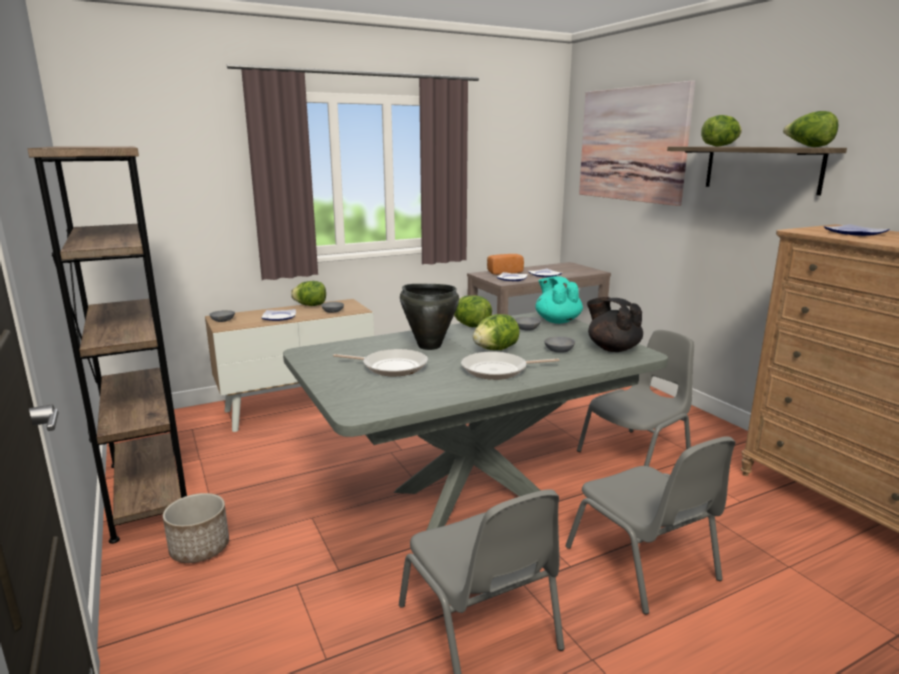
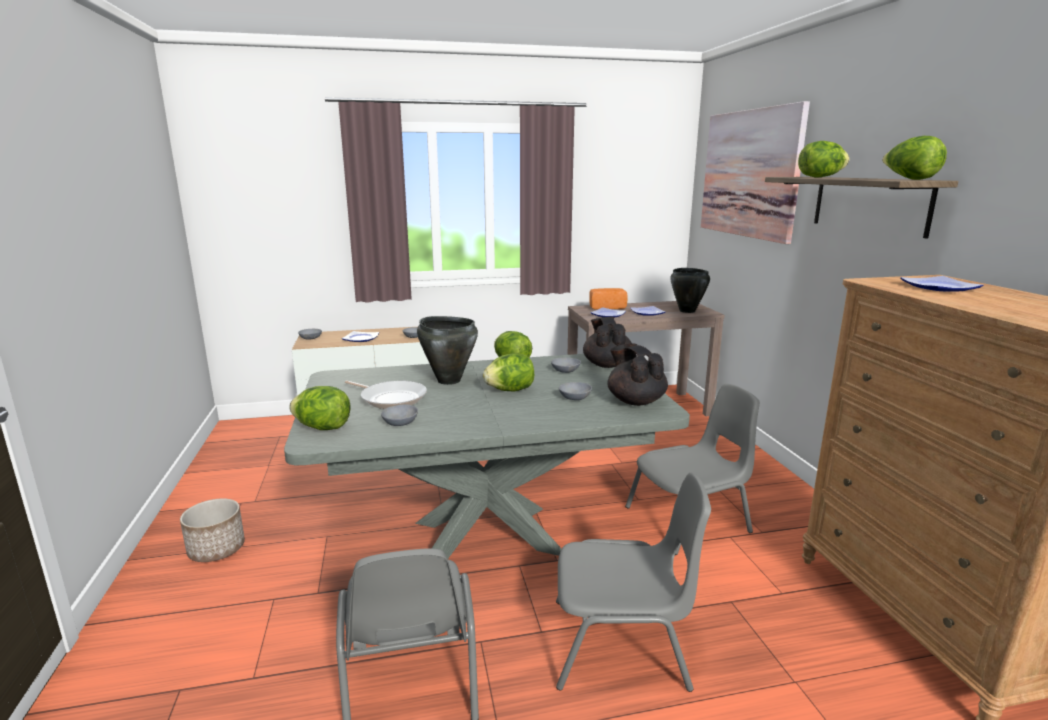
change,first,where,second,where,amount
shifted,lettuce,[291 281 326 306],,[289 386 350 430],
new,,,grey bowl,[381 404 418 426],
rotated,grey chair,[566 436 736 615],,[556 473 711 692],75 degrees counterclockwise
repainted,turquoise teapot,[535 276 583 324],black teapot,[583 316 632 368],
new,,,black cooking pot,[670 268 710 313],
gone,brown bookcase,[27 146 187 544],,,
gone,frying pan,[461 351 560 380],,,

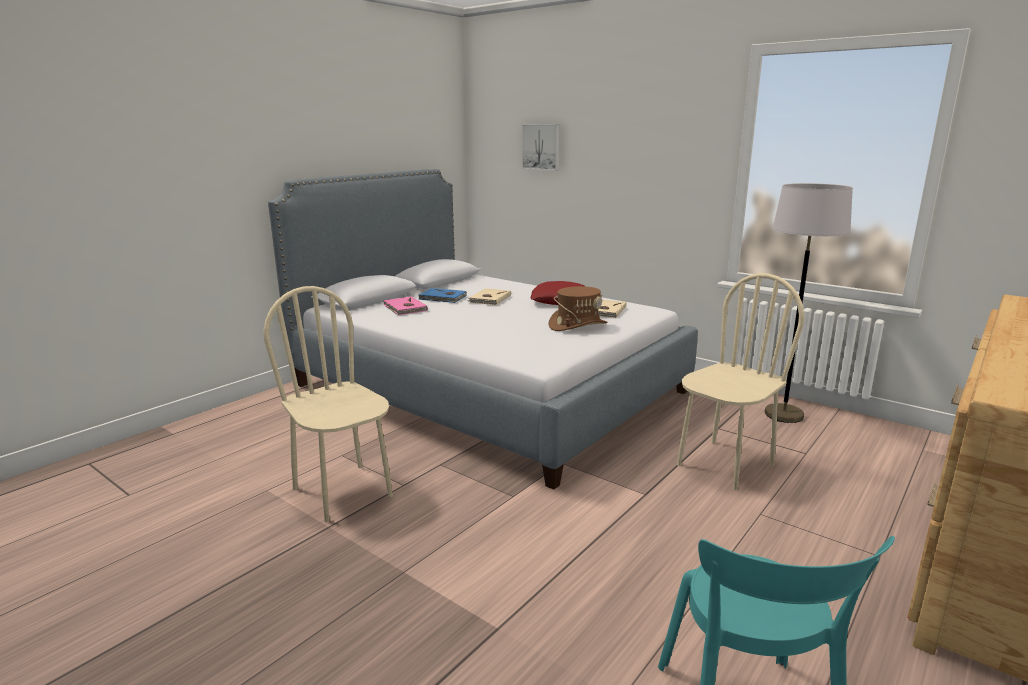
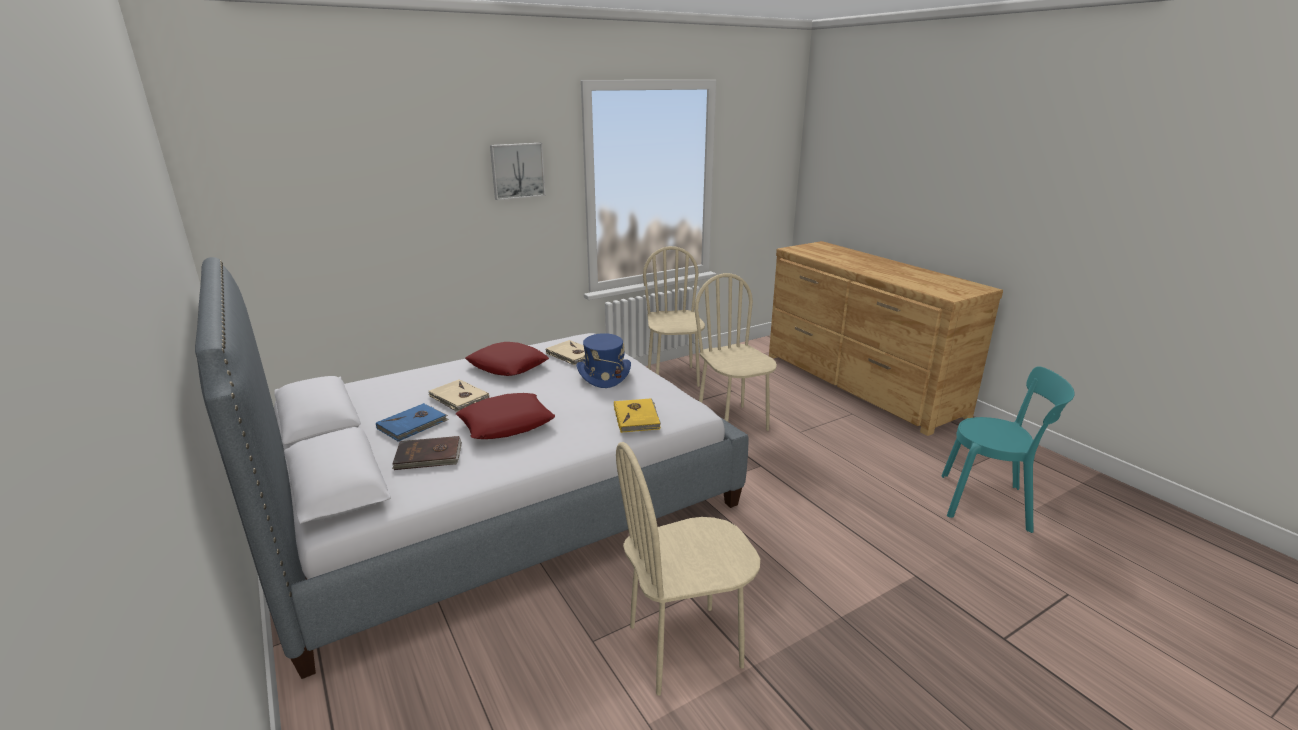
change,first,where,second,where,amount
repainted,pink book,[383 297 428 315],brown book,[392 436 462 470],
new,,,red pillow,[456 393 555 439],
shifted,picture,[521 124 560 171],,[490 143 545 200],
repainted,brown hat,[549 286 608 331],blue hat,[577 333 631 388],
new,,,yellow book,[614 398 661 433],
swapped,grey floor lamp,[764 183 853 423],beige chair,[643 246 705 387],

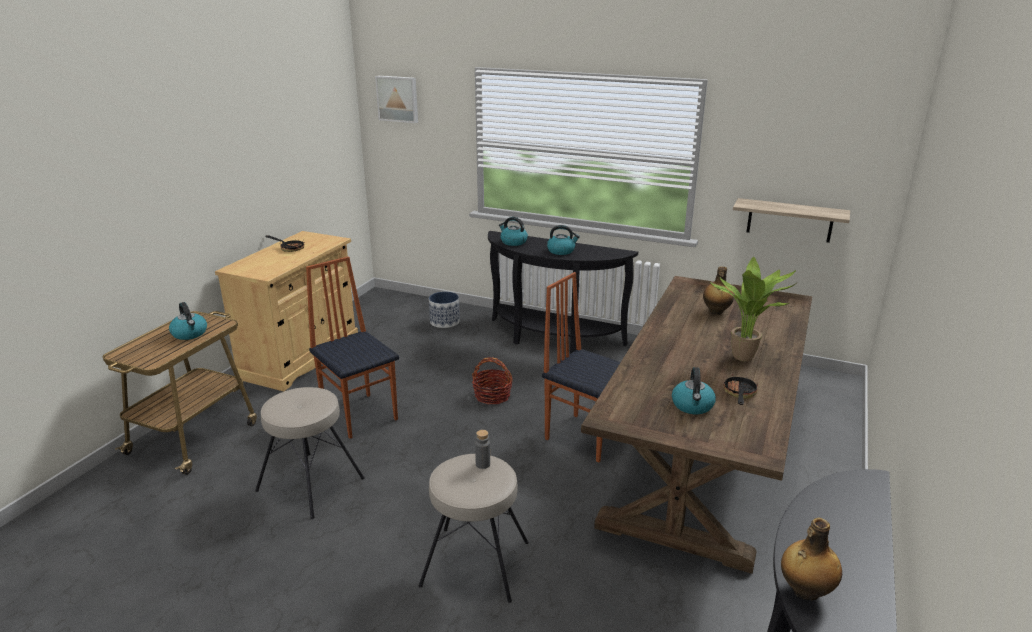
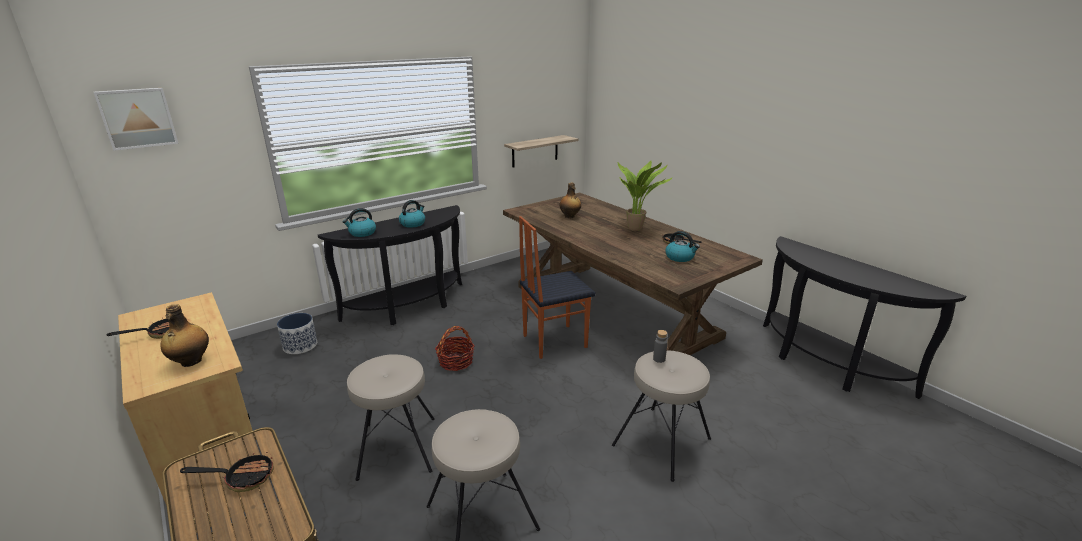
change,first,where,second,where,amount
shifted,bottle,[781 518 842 600],,[160 304 209 367],
swapped,kettle,[169 302 207 340],frying pan,[180 452 274 492],
swapped,chair,[306 256 399 439],beige stool,[347 354 435 481],

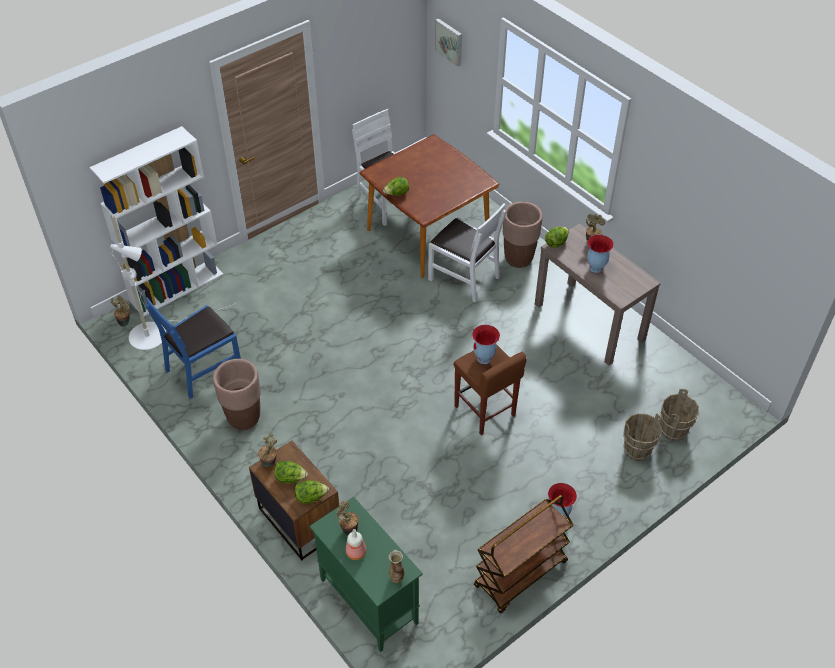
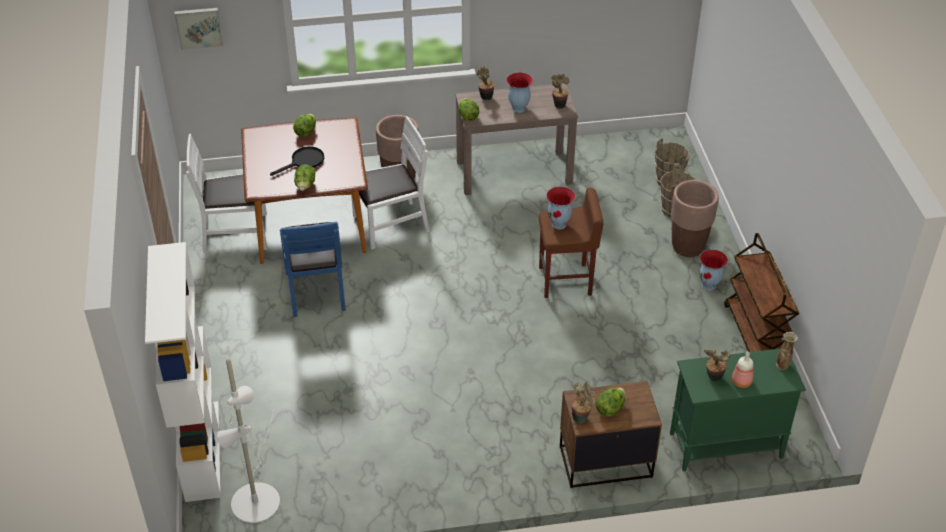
change,first,where,second,where,amount
new,,,black frying pan,[270 146 324 176],
shifted,blue chair,[146 297 241 399],,[280 221 346 317],
shifted,lettuce,[295 480 329 504],,[293 114 316 137],
shifted,potted plant,[111 295 130 327],,[551 73 569 109],
shifted,brown planter,[213 359 261 430],,[671 180 719 257],

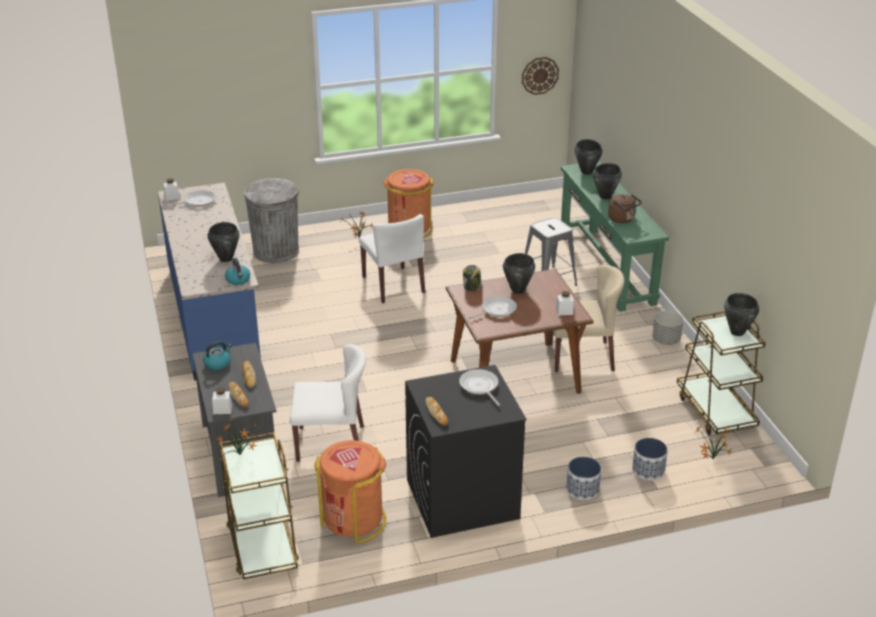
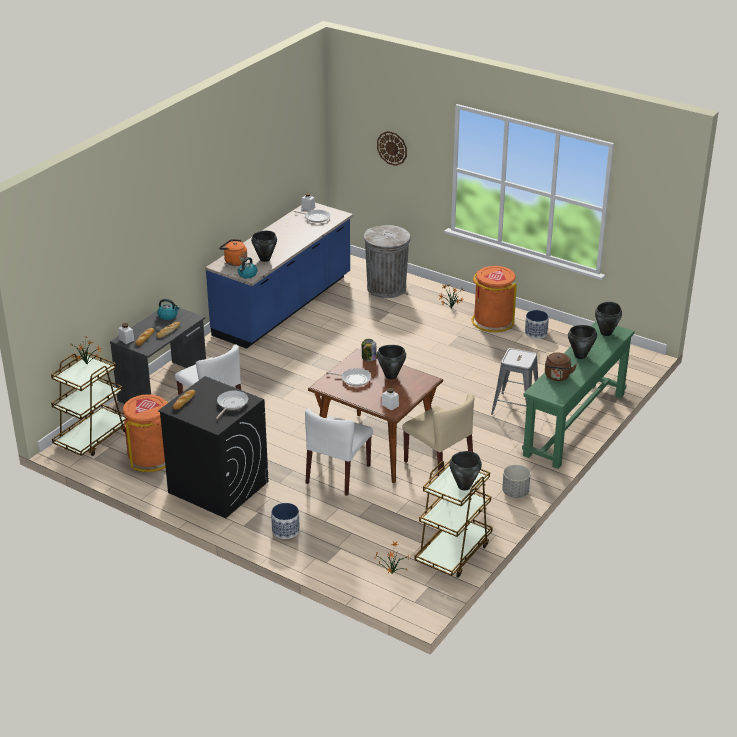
change,first,where,second,where,amount
new,,,orange kettle,[219 239 247 266],
shifted,white chair,[359 214 425 303],,[305 408 373 496],
shifted,wall clock,[522 57 559 95],,[377 131 407 166],
shifted,planter,[632 438 668 480],,[525 310 549 339],

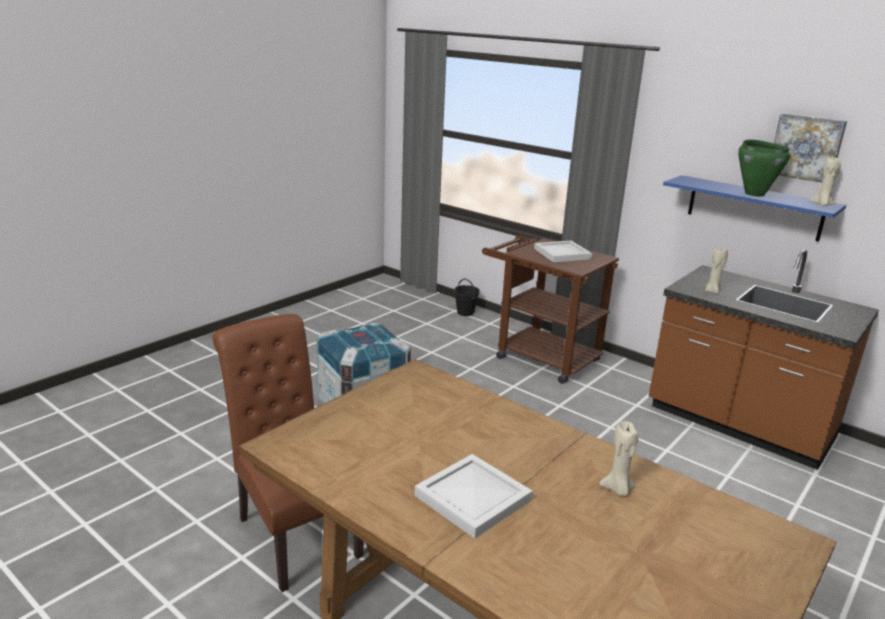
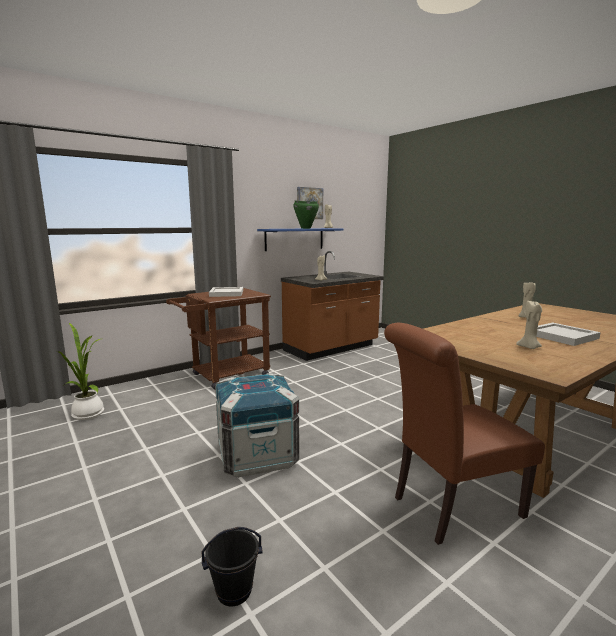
change,first,where,second,where,amount
new,,,potted plant,[57 323 104 420],
shifted,black bucket,[454 278 479 316],,[201 527 263 606],
new,,,beige candle,[516 301 542 349],

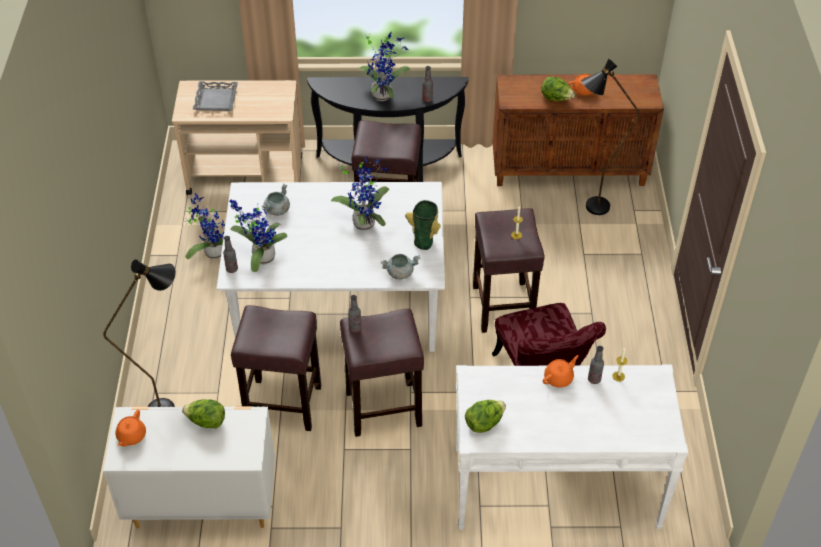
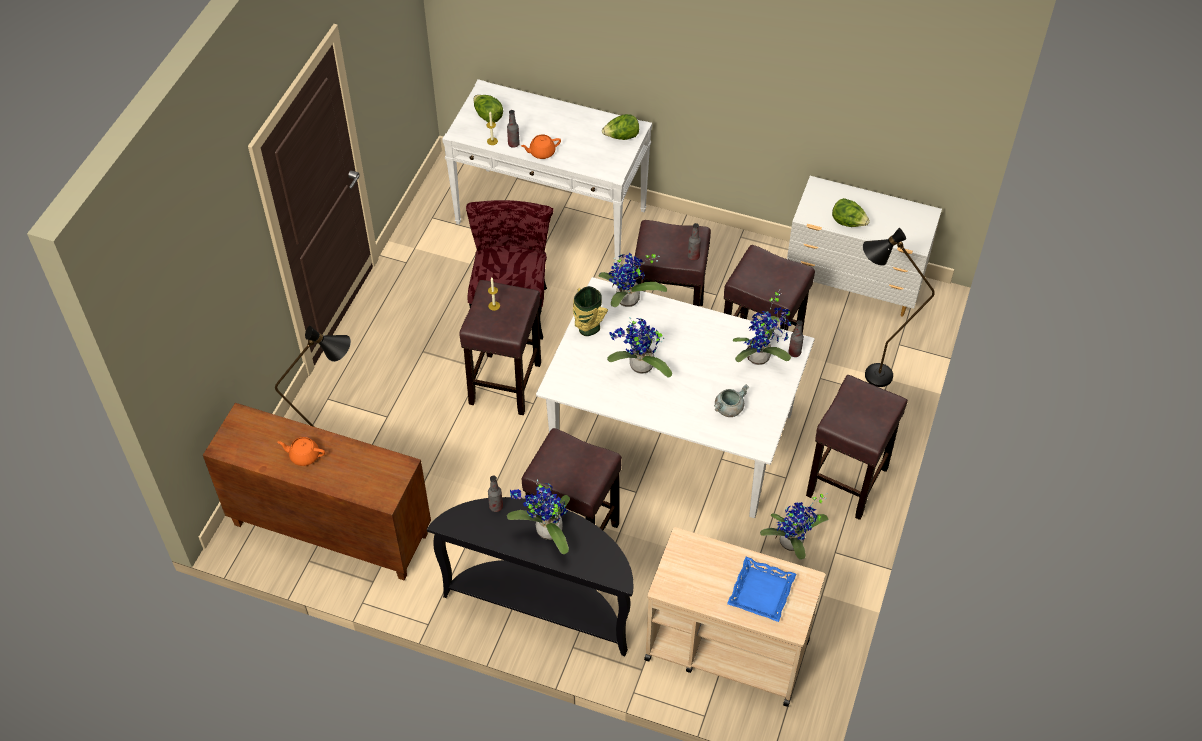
change,first,where,second,where,amount
shifted,lettuce,[542 76 575 101],,[473 95 503 123],
swapped,grey cooking pot,[381 254 420 280],potted plant,[598 253 667 307],
repainted,grey tray,[193 81 238 111],blue tray,[727 557 796 622],
new,,,brown stool,[806 375 908 520],
gone,orange teapot,[116 410 146 447],,,

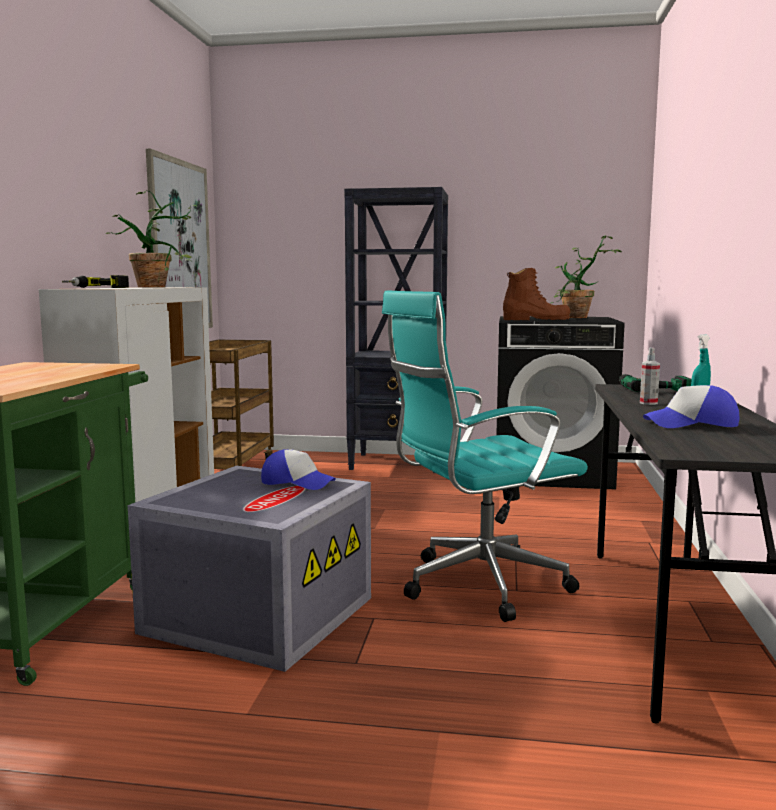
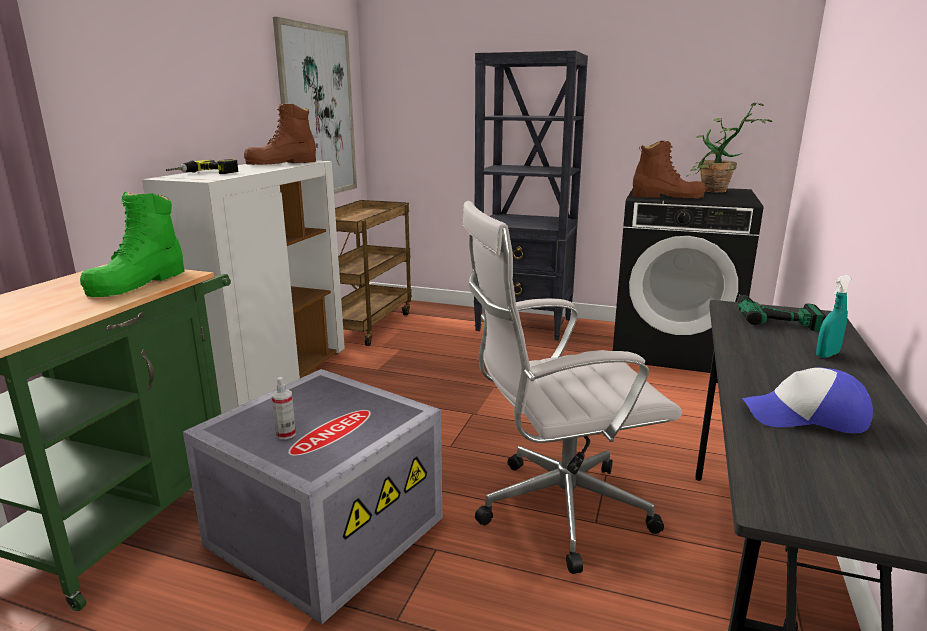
change,first,where,second,where,amount
new,,,green boot,[80 191 184 297],
swapped,potted plant,[106 191 198 287],brown boot,[244 104 316 165],
shifted,spray bottle,[640 348 660 405],,[272 377 296 440],
repainted,turquoise office chair,[382 291 588 622],white office chair,[462 201 682 574],
gone,cap,[261 449 336 490],,,

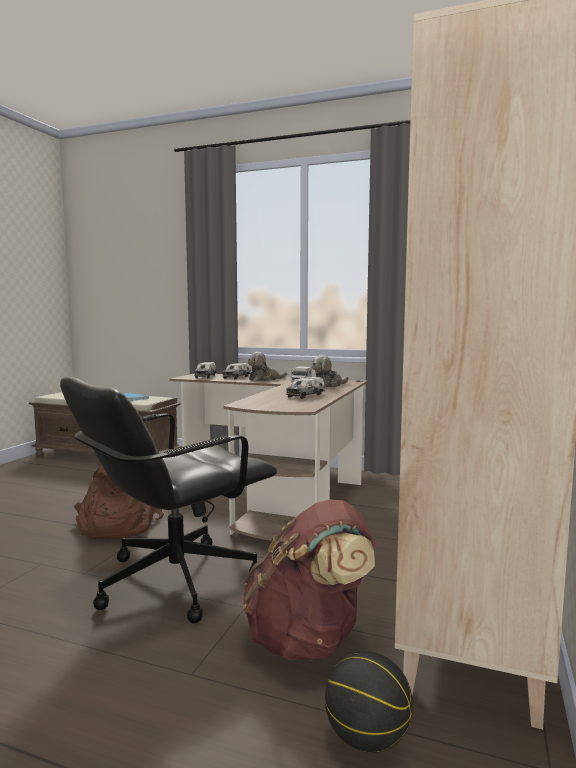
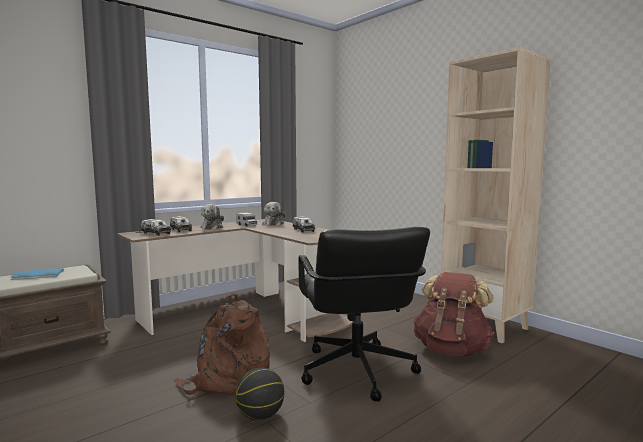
change,first,where,second,where,amount
shifted,basketball,[325 651 413 753],,[235 367 284 420],

